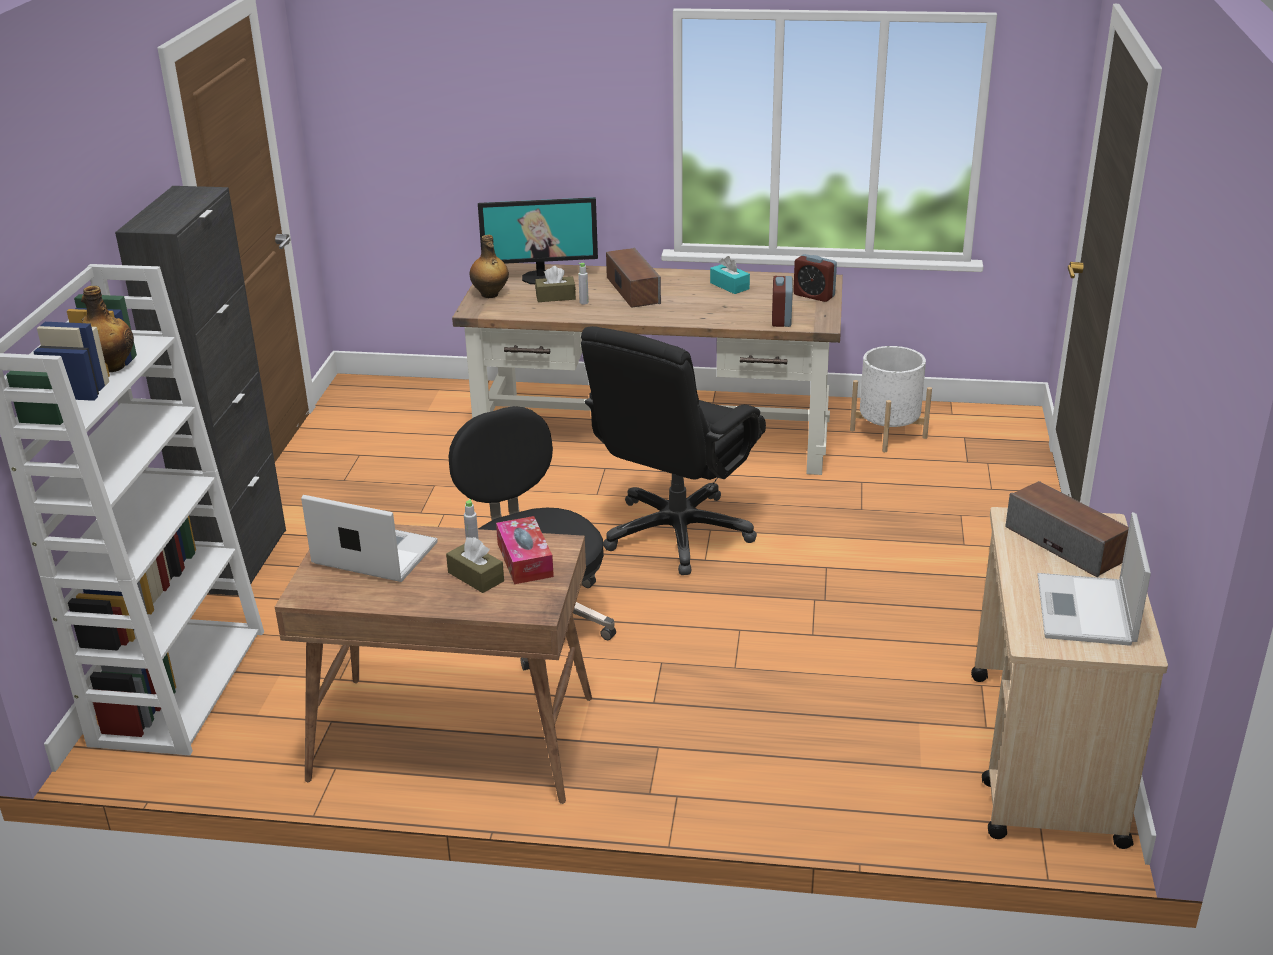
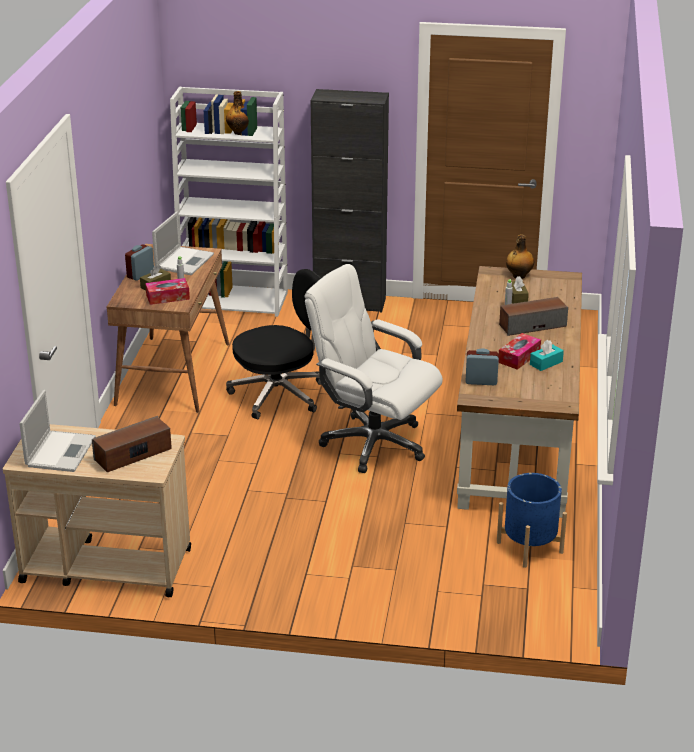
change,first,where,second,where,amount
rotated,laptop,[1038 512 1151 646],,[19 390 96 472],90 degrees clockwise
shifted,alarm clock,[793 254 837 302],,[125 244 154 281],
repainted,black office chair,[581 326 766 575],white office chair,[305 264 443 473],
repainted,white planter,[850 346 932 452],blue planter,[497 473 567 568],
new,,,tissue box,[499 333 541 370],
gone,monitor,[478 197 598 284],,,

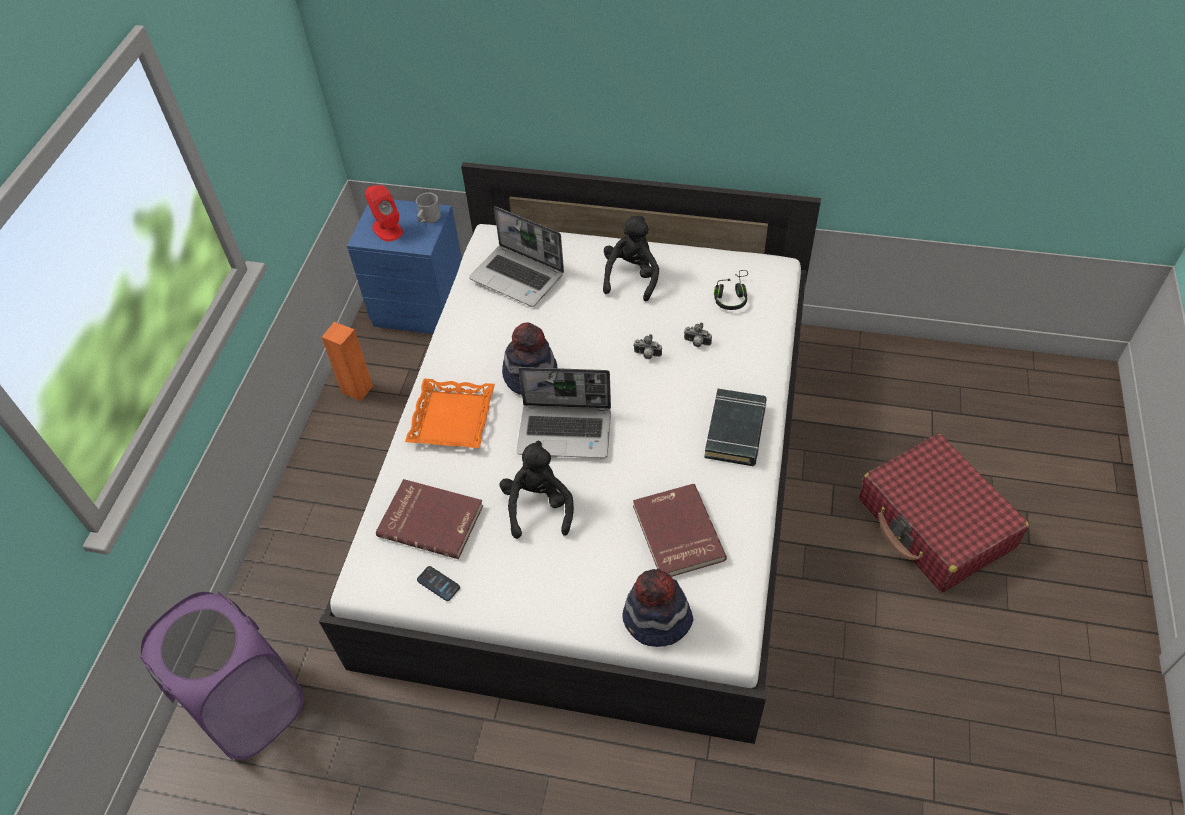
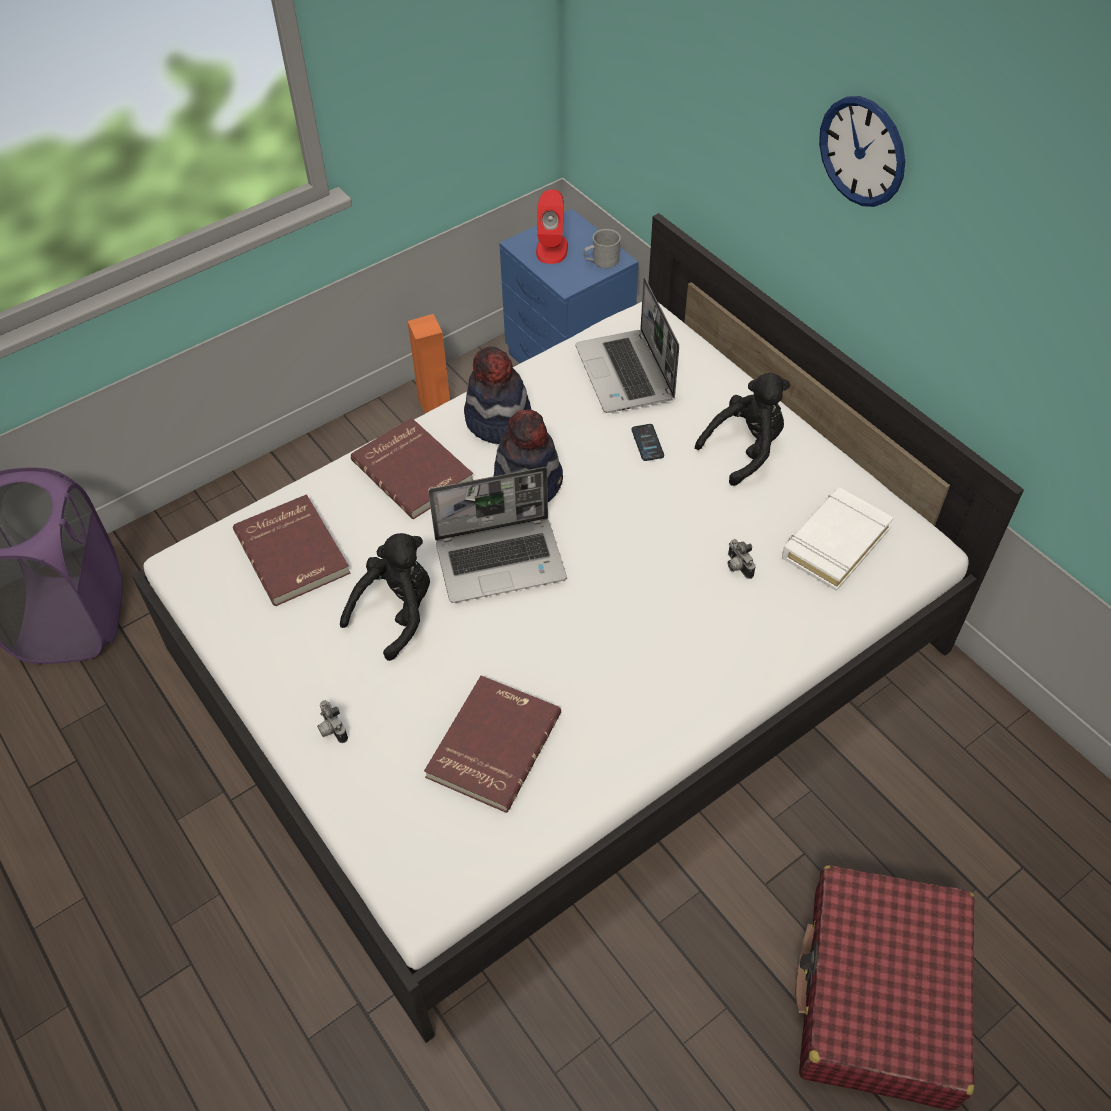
change,first,where,second,where,amount
shifted,photo camera,[633 334 662 359],,[317 700 348 743],
swapped,orange tray,[405 379 495 448],red book,[351 418 473 519],
rotated,laptop,[517 367 611 458],,[428 467 567 603],60 degrees counterclockwise
shifted,hat,[622 569 693 647],,[464 347 531 444],
shifted,phone,[417 566 460 601],,[632 424 664 461],
swapped,black headphones,[714 270 748 310],white book,[782 488 894 591],
new,,,wall clock,[819 96 905 207],
gone,black book,[704 389 766 466],,,

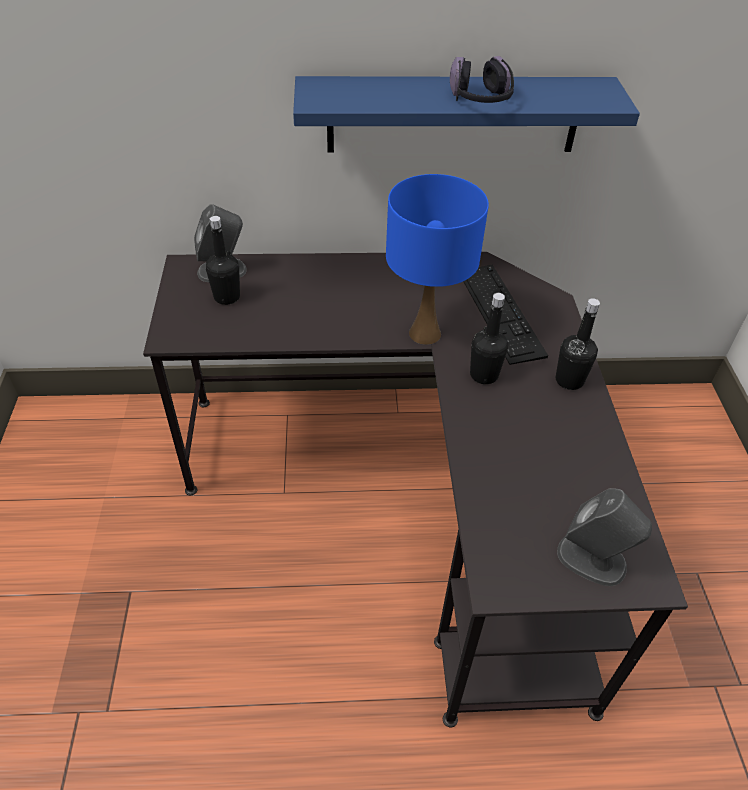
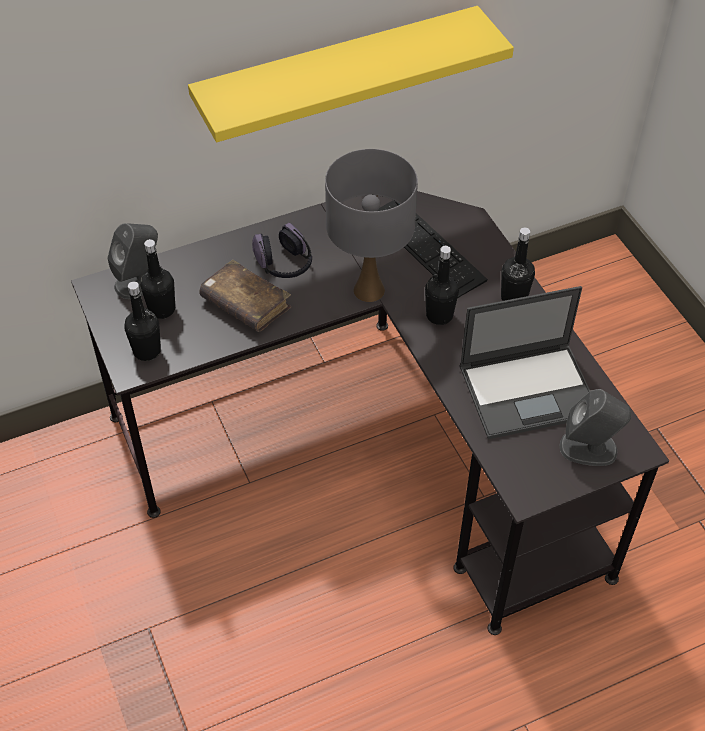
change,first,where,second,where,amount
new,,,black bottle,[124 282 161 361],
repainted,blue shelf,[293 76 640 153],yellow shelf,[188 6 514 142],
new,,,brown book,[200 260 291 332],
shifted,headphones,[450 56 514 103],,[252 223 312 278],
repainted,blue table lamp,[386 174 489 345],grey table lamp,[325 149 418 302],
new,,,laptop,[460 286 590 439],

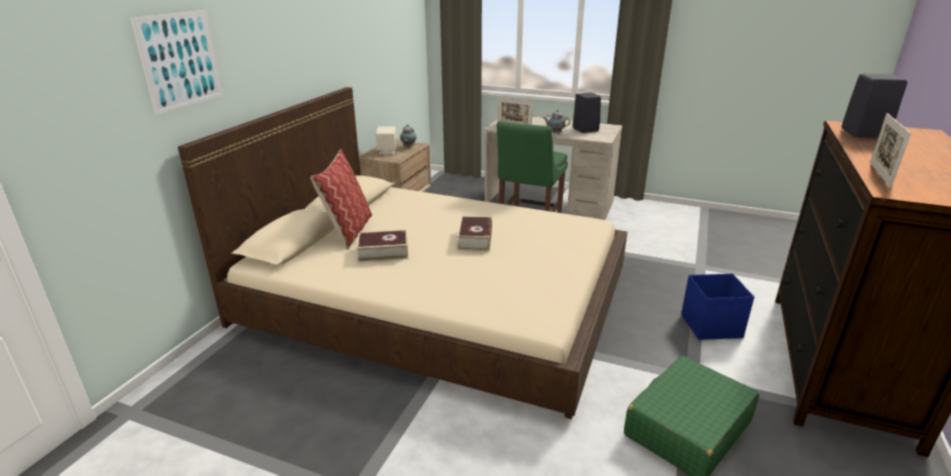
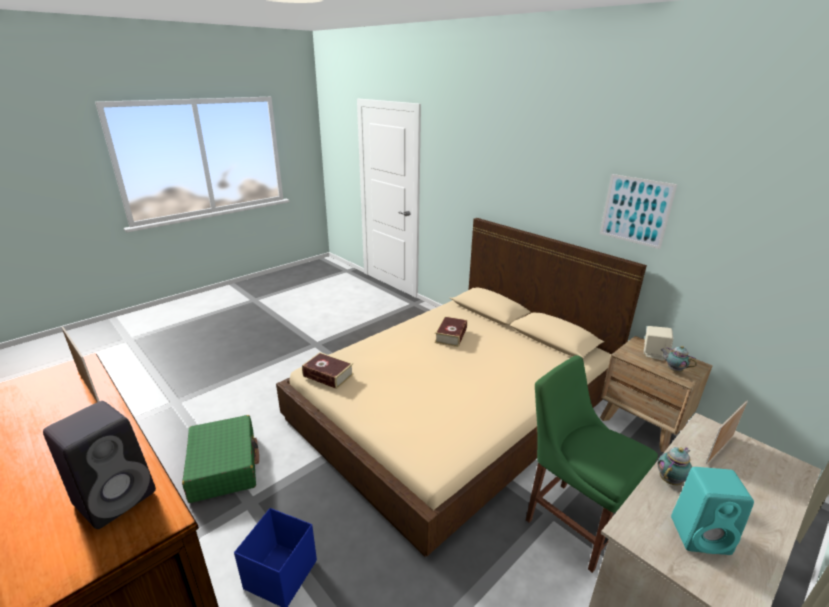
change,first,where,second,where,amount
shifted,book,[457 216 492 251],,[302 352 354 389],
shifted,picture,[131 10 223 114],,[600 174 677 249],
repainted,black speaker,[573 93 601 133],turquoise speaker,[671 467 754 555],
gone,pillow,[310 149 372 250],,,

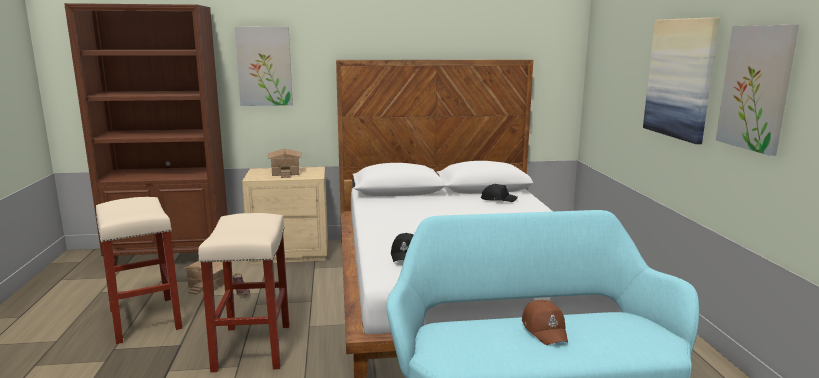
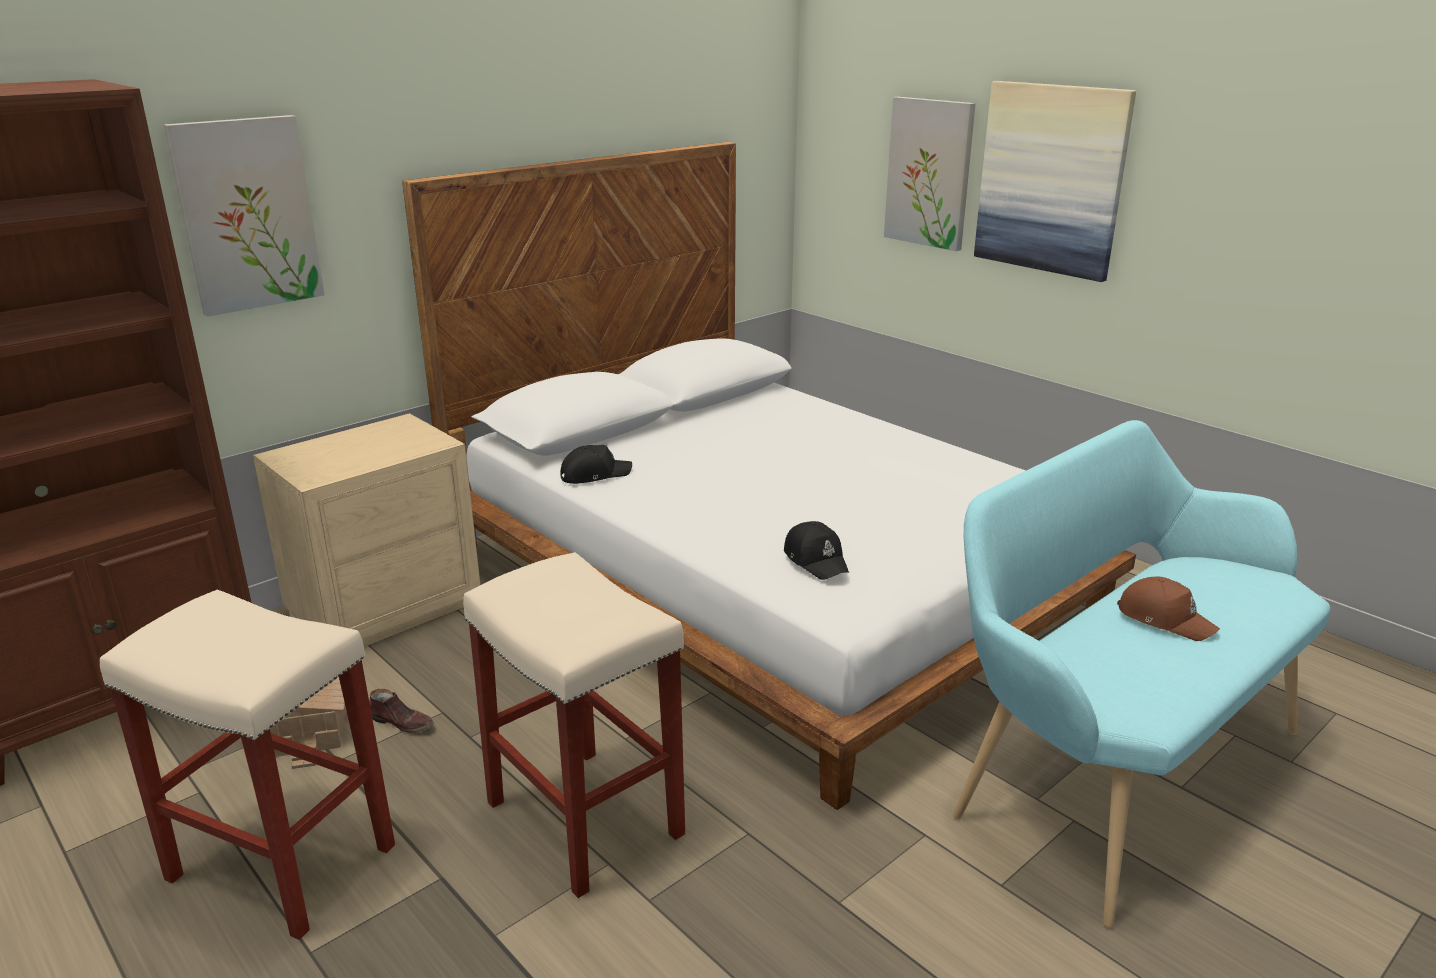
change,first,where,second,where,amount
shifted,black cap,[481 184 518 202],,[560 445 632 484],
shifted,picture,[716 25 799 156],,[884 97 976 251],
gone,toy house,[268 149 302 178],,,

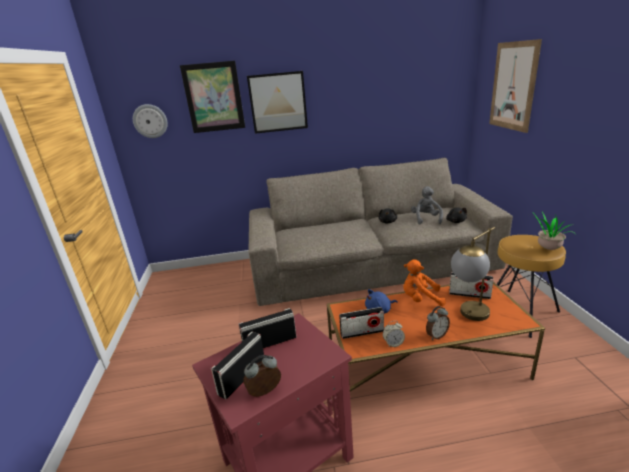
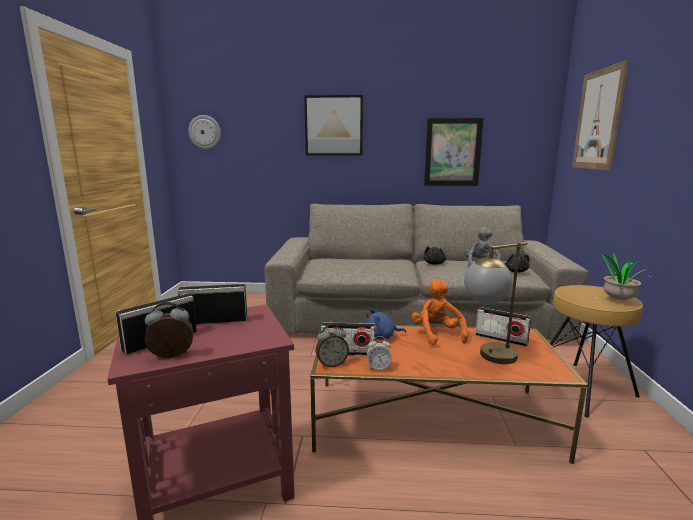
change,first,where,second,where,amount
shifted,alarm clock,[426 306 450 340],,[315 324 349 367],
rotated,orange plush toy,[403 259 446 306],,[411 279 468 346],60 degrees clockwise
shifted,picture,[180 61 245 133],,[424 118 484 186],

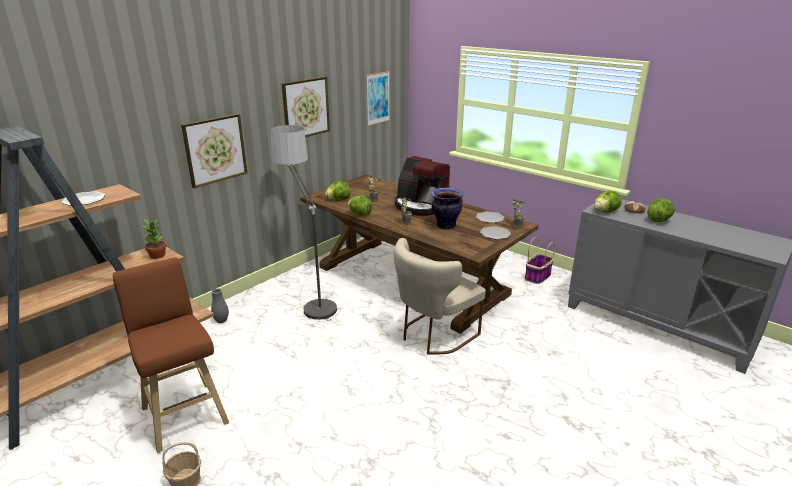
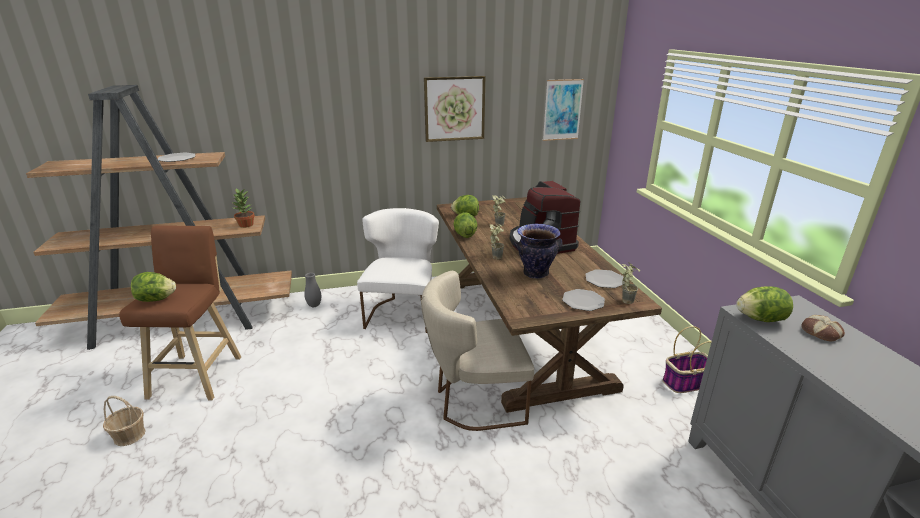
change,first,where,second,where,amount
shifted,lettuce,[647 199 674 222],,[131 272 176 302],
swapped,floor lamp,[270 125 337 322],white chair,[357 208 439 333],
gone,picture,[181 114 247 188],,,

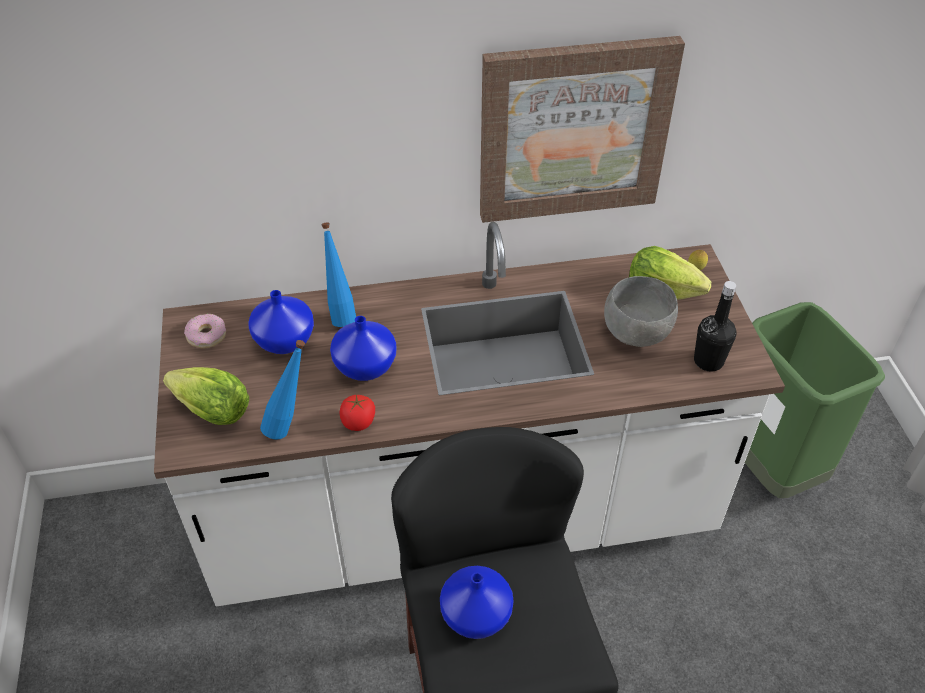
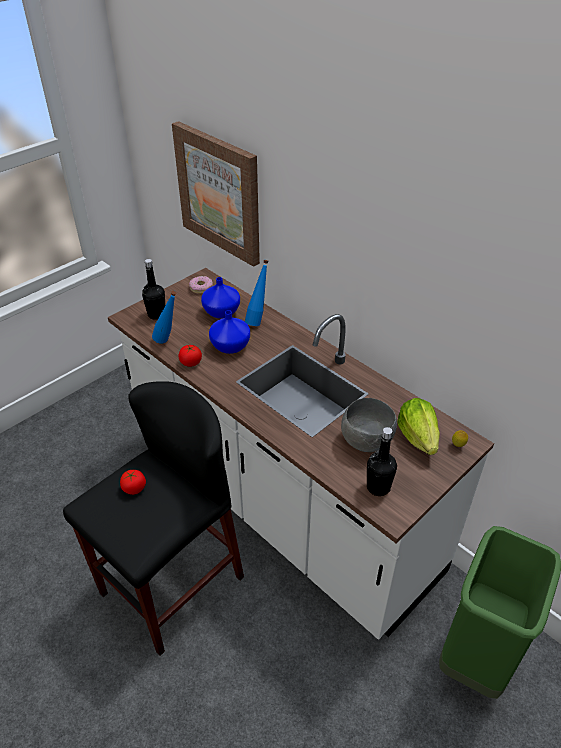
change,first,where,second,where,amount
swapped,blue vase,[440 566 514 639],tomato,[120 470 146 495],
swapped,lettuce,[163 367 249 425],black bottle,[142 259 165 320],
shifted,picture,[480 36 685 223],,[172 121 260 267],

